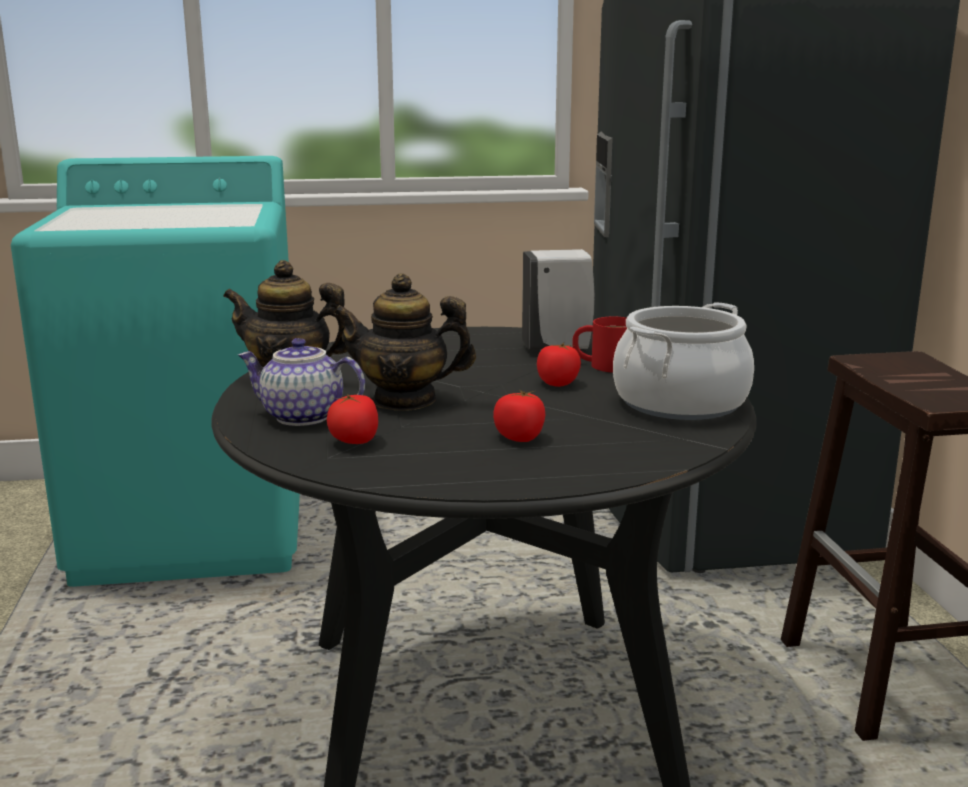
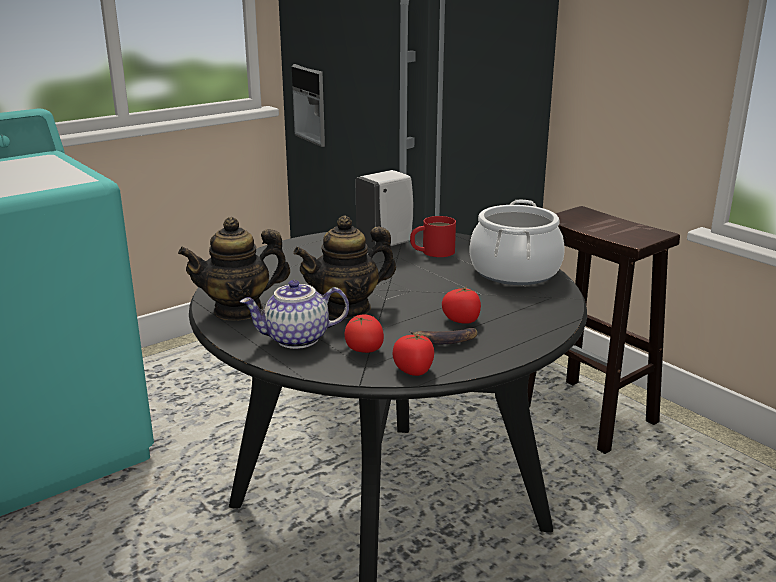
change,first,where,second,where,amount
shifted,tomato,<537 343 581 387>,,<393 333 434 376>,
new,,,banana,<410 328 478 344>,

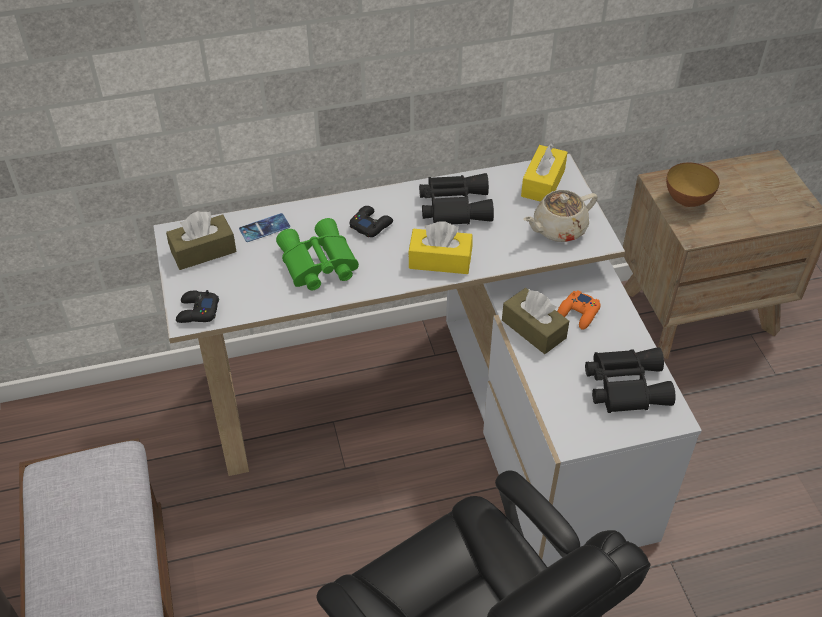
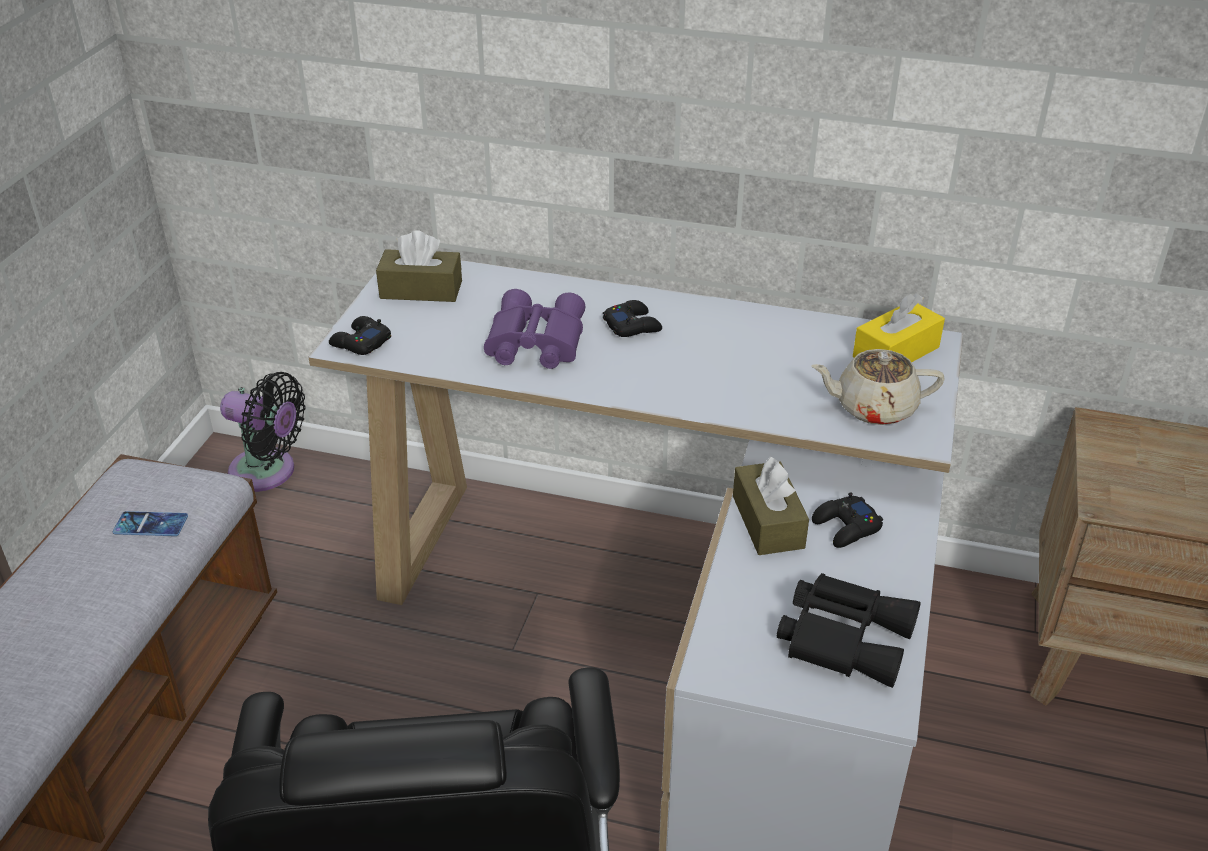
change,first,where,second,where,amount
gone,bowl,<666 162 720 207>,,,
gone,black binoculars,<419 173 494 224>,,,
shifted,phone,<239 213 290 242>,,<113 511 188 536>,
repainted,green binoculars,<276 218 359 290>,purple binoculars,<484 289 585 369>,
gone,yellow tissue box,<408 221 473 274>,,,
repainted,orange game controller,<557 290 601 330>,black game controller,<812 492 883 548>,
new,,,black fan,<220 372 306 492>,

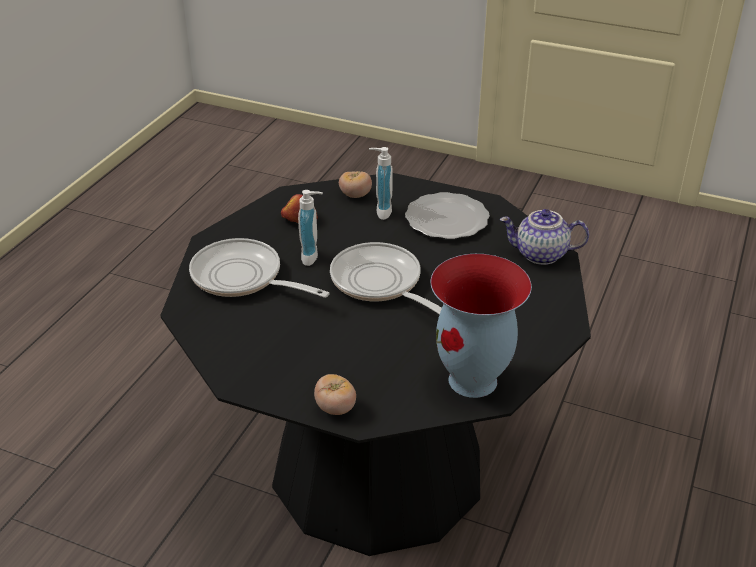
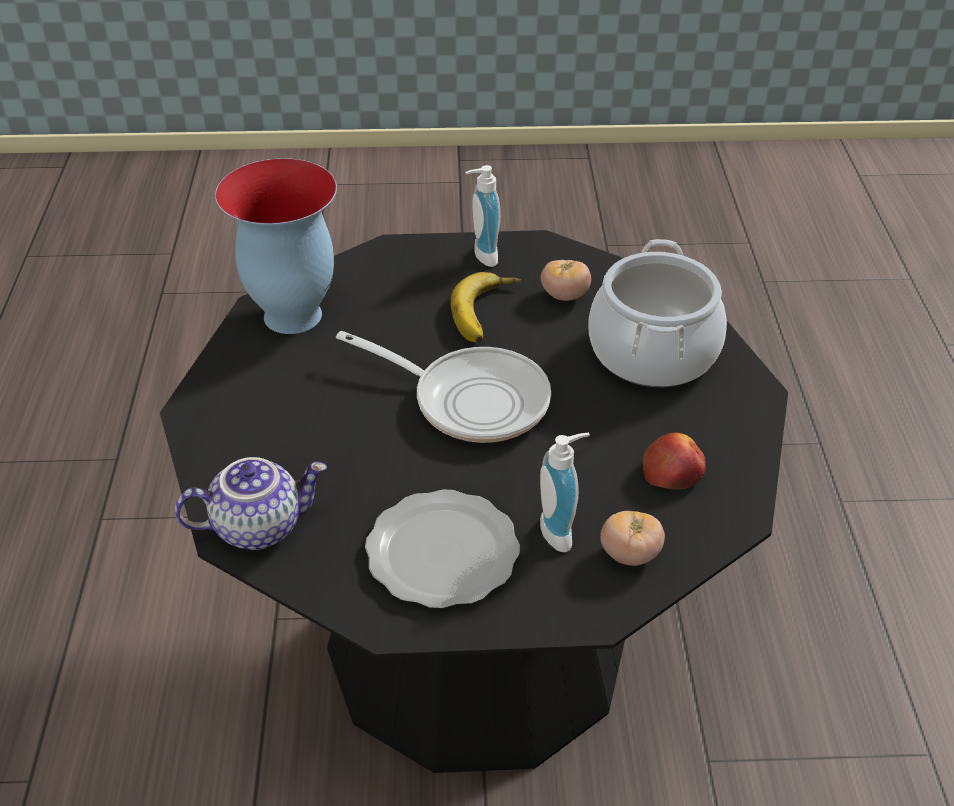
change,first,where,second,where,amount
shifted,soap dispenser,<298 190 323 266>,,<465 165 501 267>,
swapped,frying pan,<189 238 330 298>,cooking pot,<588 239 727 387>,
shifted,tomato,<314 374 356 415>,,<541 260 591 301>,
new,,,banana,<451 272 522 342>,

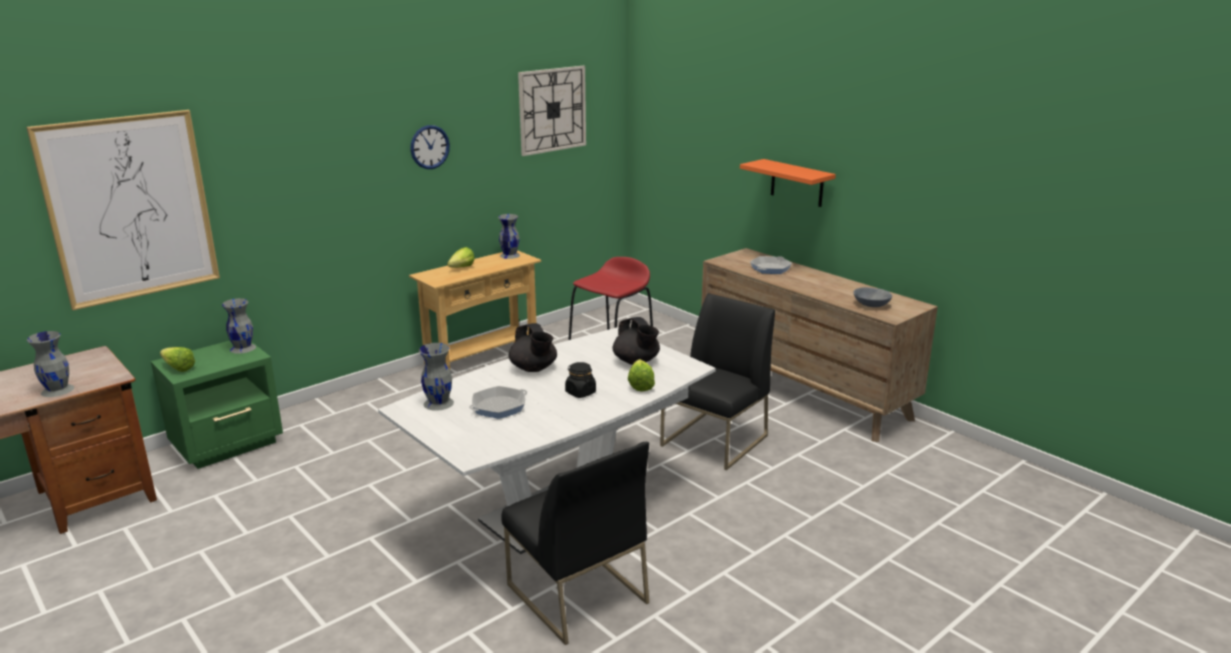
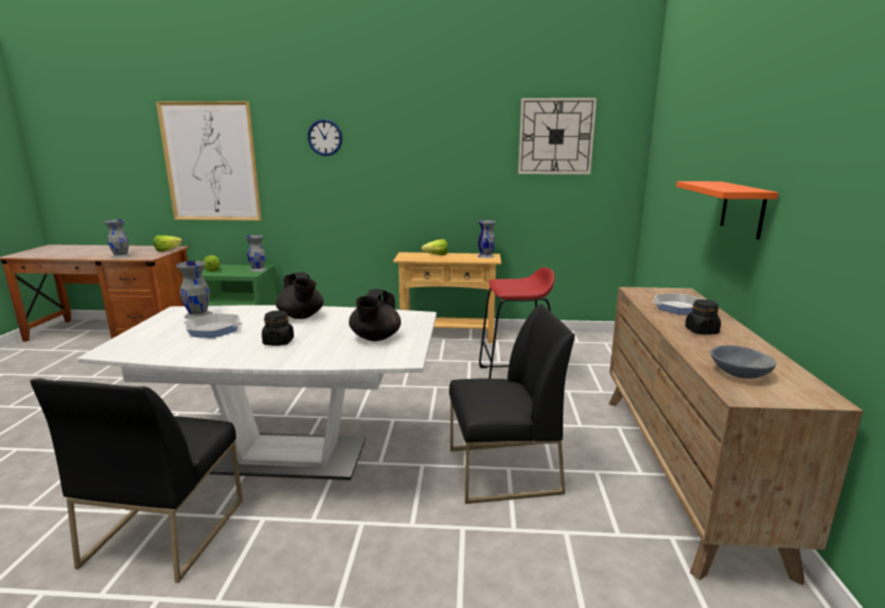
change,first,where,second,where,amount
shifted,wall clock,<410 125 450 169>,,<307 119 342 156>,
rotated,black teapot,<509 323 557 372>,,<276 272 324 319>,45 degrees counterclockwise
shifted,lettuce,<628 359 655 392>,,<153 235 182 252>,
new,,,black jar,<685 299 721 335>,

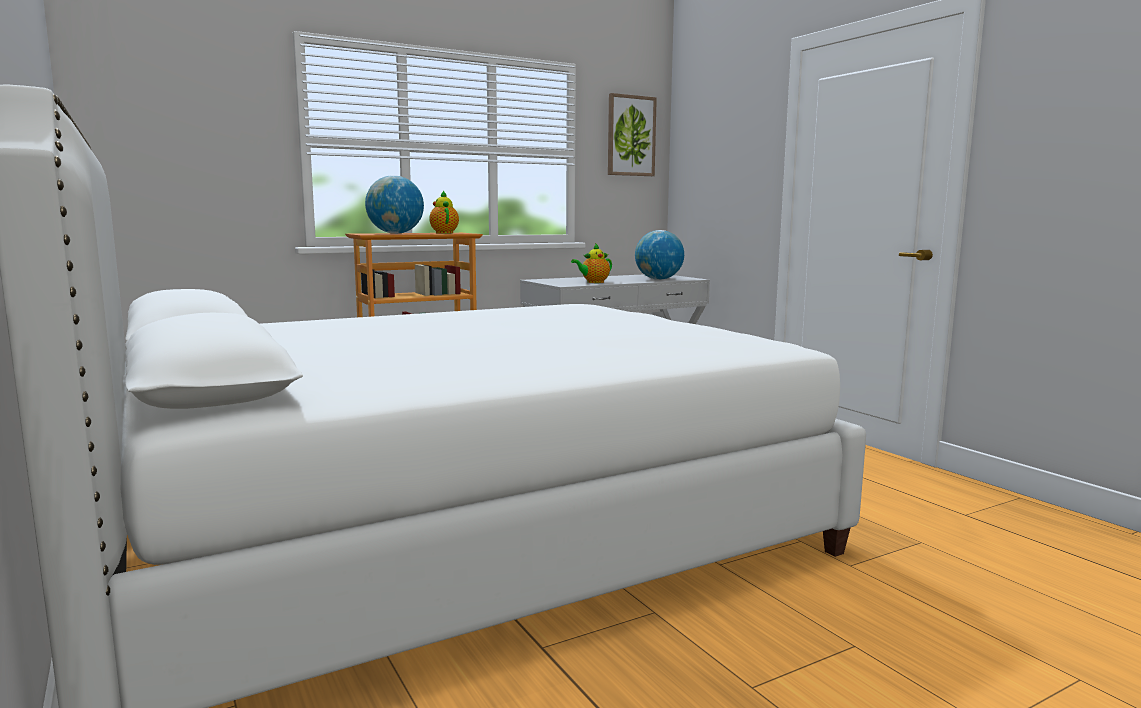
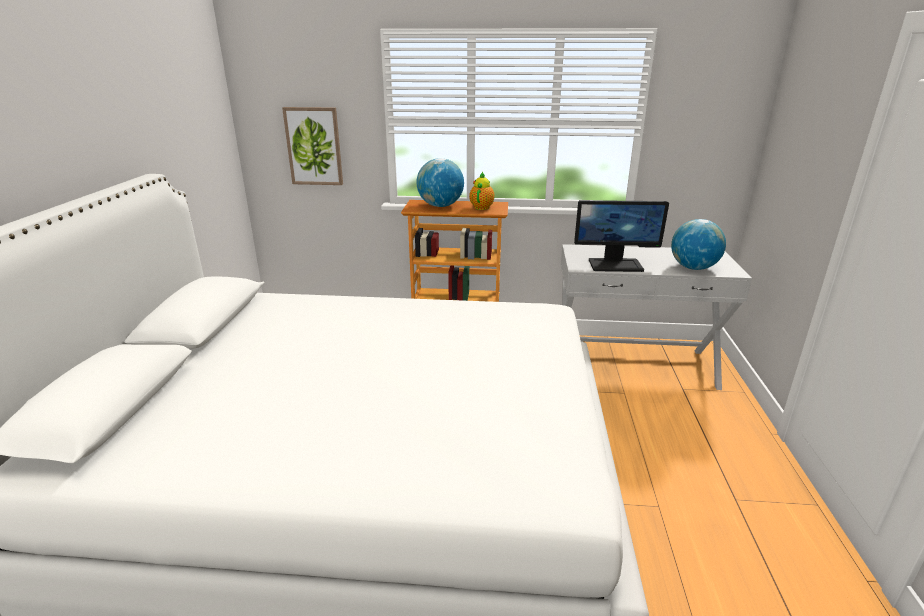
change,first,where,second,where,amount
shifted,picture,<608 93 657 176>,,<282 107 343 185>,
swapped,teapot,<571 243 612 283>,monitor,<574 200 669 272>,

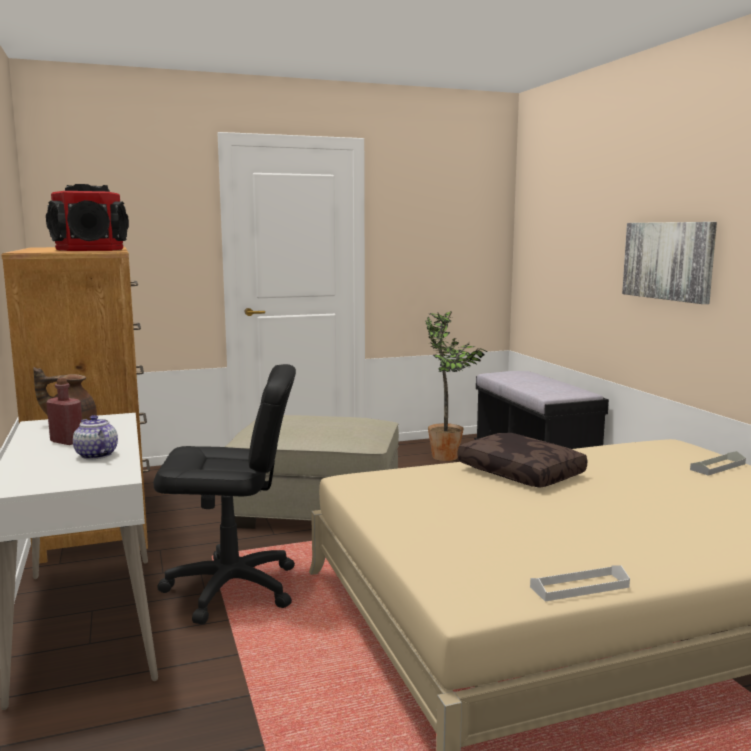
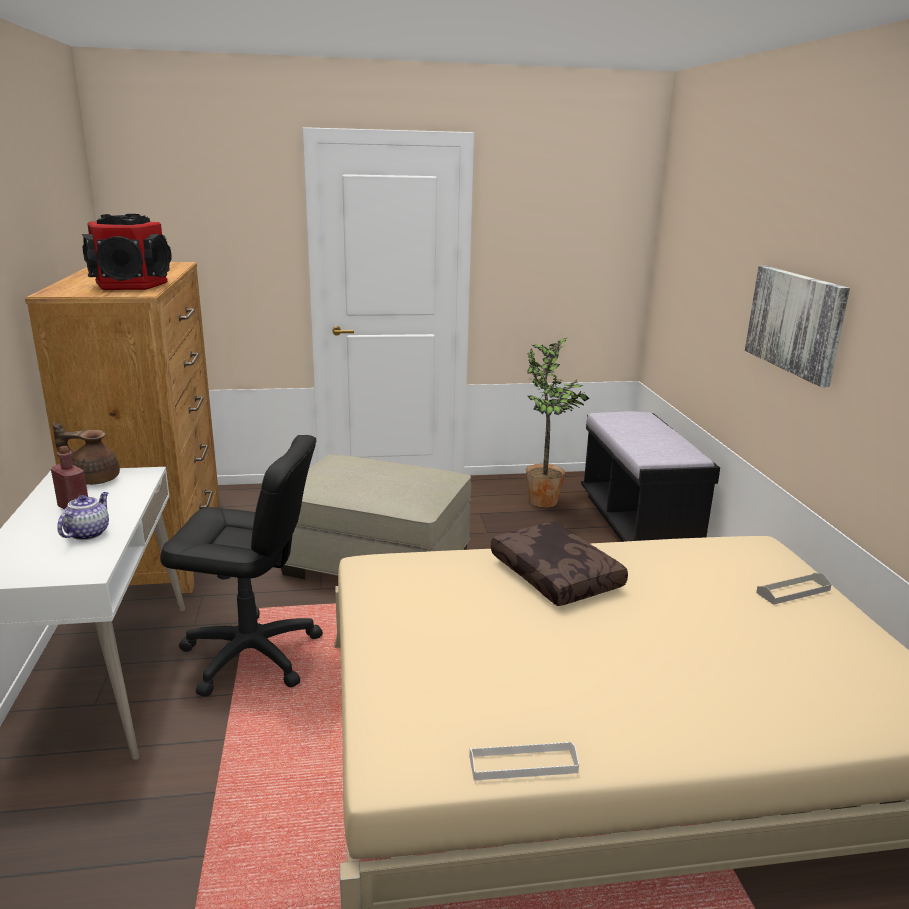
change,first,where,second,where,amount
rotated,teapot,<73 415 118 460>,,<57 492 109 540>,45 degrees clockwise

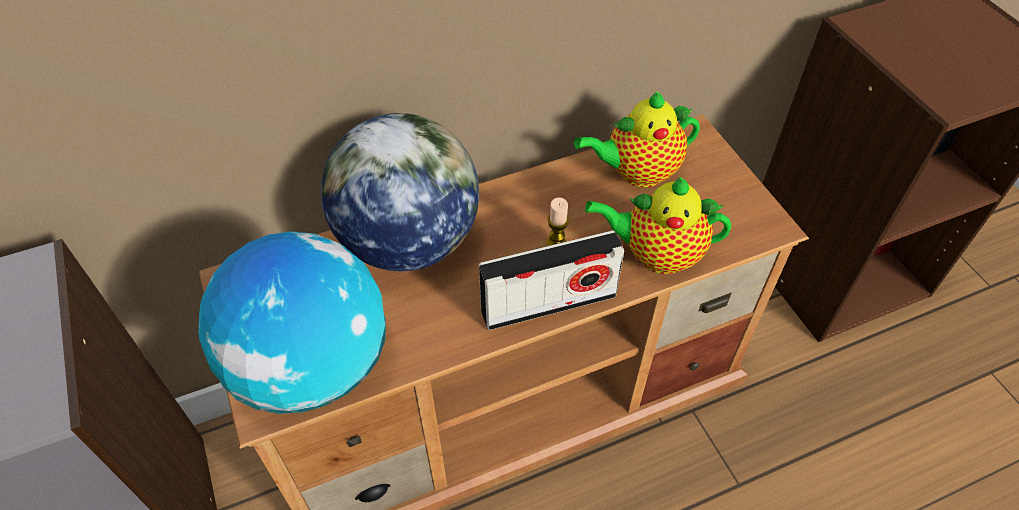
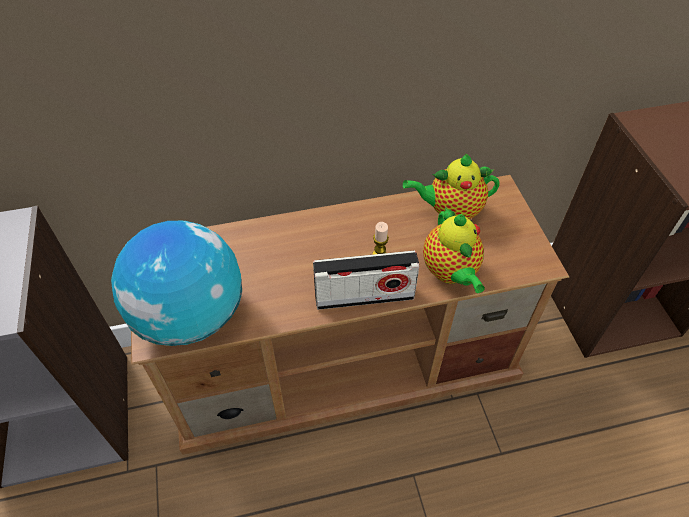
change,first,where,second,where,amount
gone,globe,<321 113 479 271>,,,
rotated,teapot,<585 176 731 274>,,<423 206 485 293>,120 degrees counterclockwise

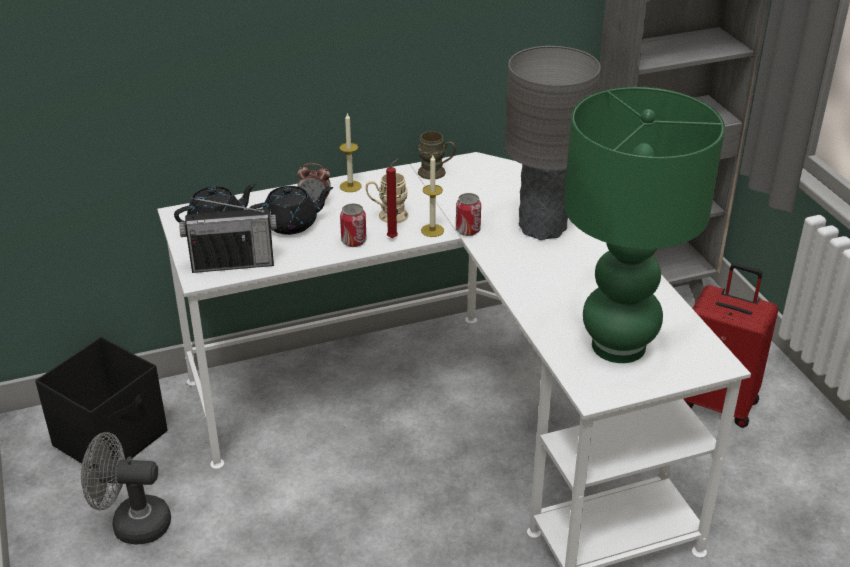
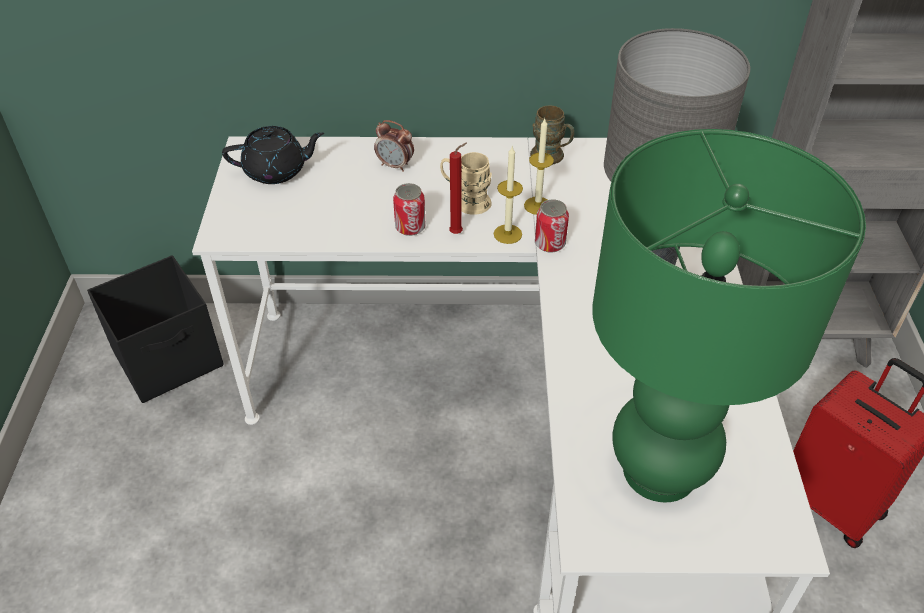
change,first,where,second,where,amount
shifted,candle,<339 113 362 192>,,<524 119 554 215>,
gone,black teapot,<249 186 333 235>,,,
gone,radio,<179 197 277 273>,,,
gone,grey fan,<81 432 171 544>,,,

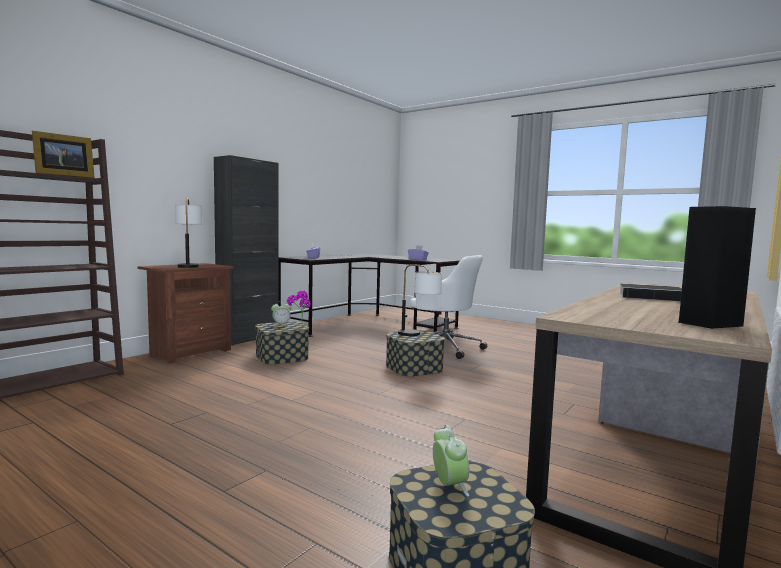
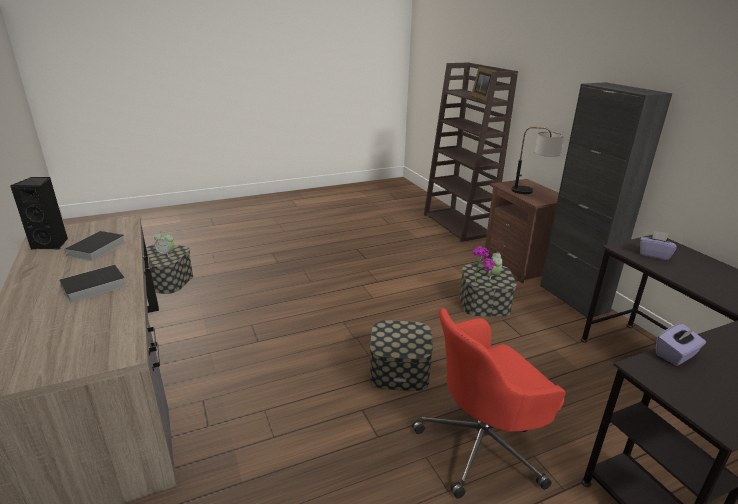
change,first,where,second,where,amount
repainted,white office chair,<410 255 487 359>,red office chair,<412 308 566 499>,
gone,table lamp,<398 264 442 336>,,,
new,,,book,<61 231 126 261>,

